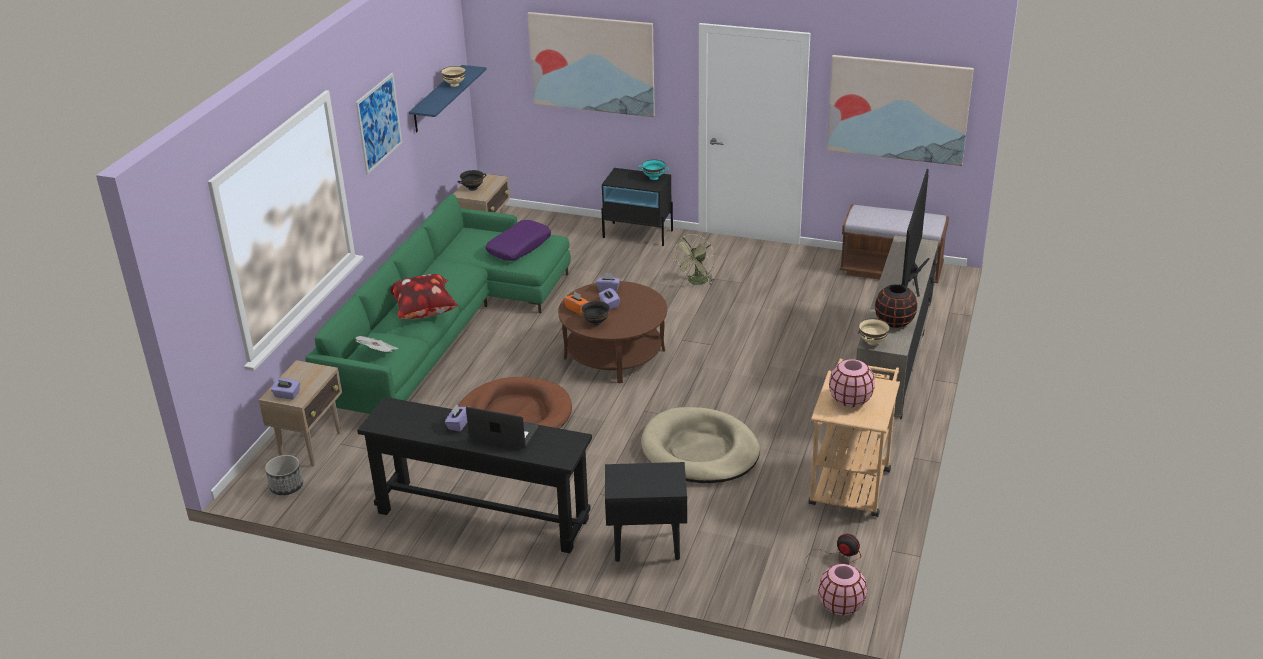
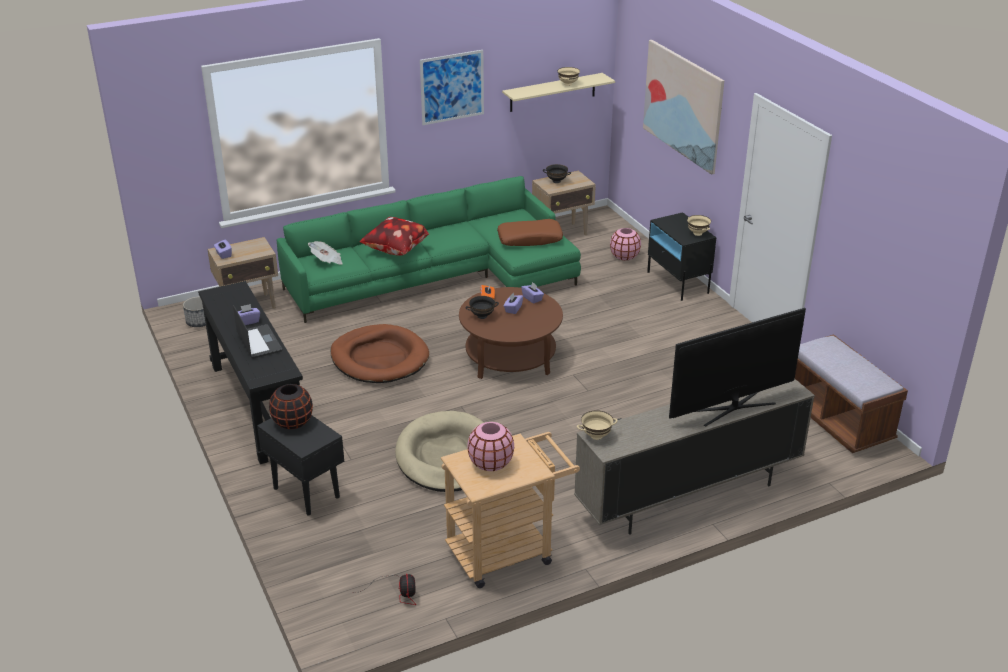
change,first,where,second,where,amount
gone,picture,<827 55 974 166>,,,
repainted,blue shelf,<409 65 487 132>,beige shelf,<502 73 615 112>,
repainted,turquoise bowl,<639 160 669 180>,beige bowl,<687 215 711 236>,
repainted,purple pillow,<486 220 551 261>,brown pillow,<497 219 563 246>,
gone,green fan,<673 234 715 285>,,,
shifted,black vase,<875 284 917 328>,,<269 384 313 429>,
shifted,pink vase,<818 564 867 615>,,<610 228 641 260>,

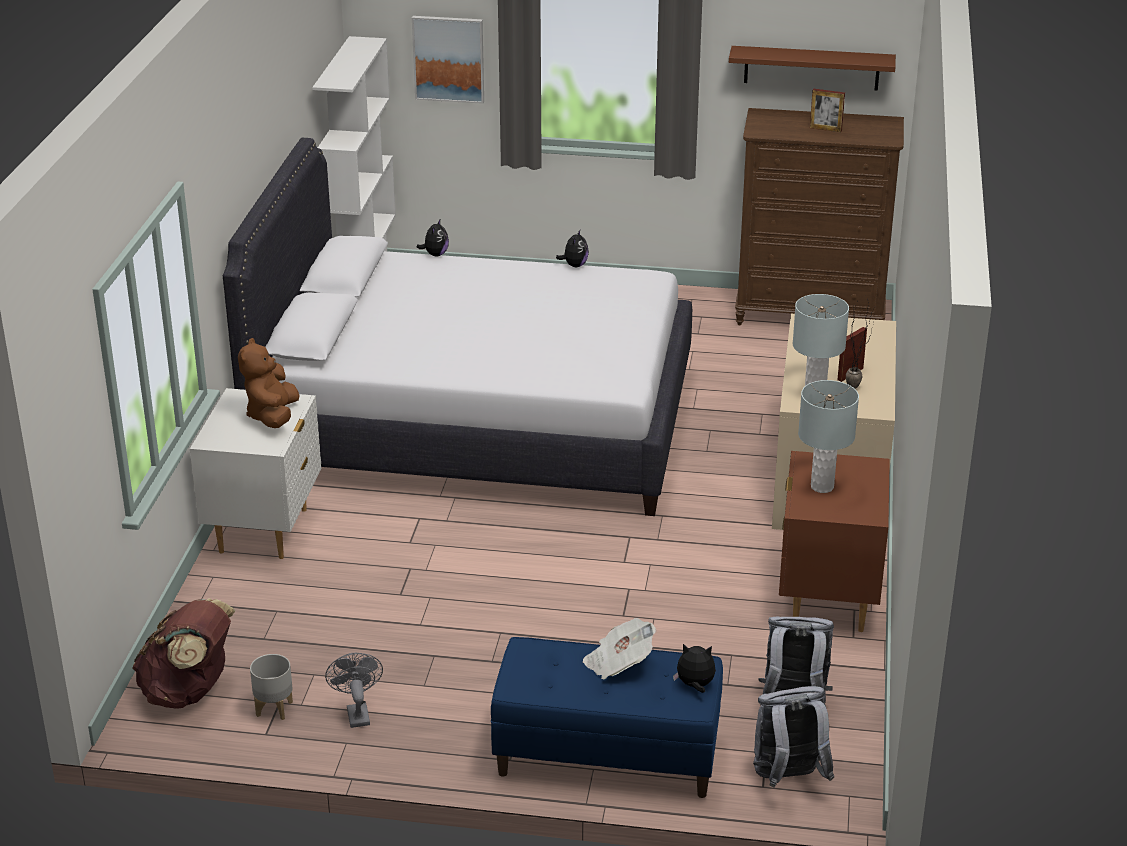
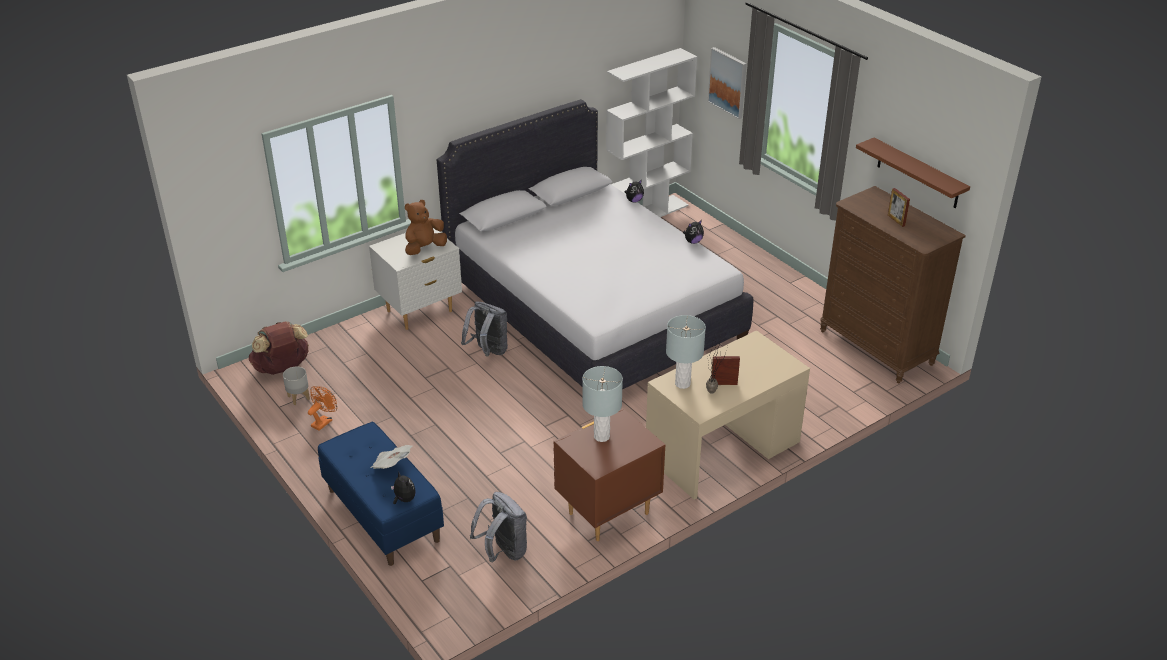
change,first,where,second,where,amount
repainted,grey fan,<325 653 383 728>,orange fan,<308 386 337 431>,
shifted,grey backpack,<753 686 834 788>,,<461 301 508 356>,

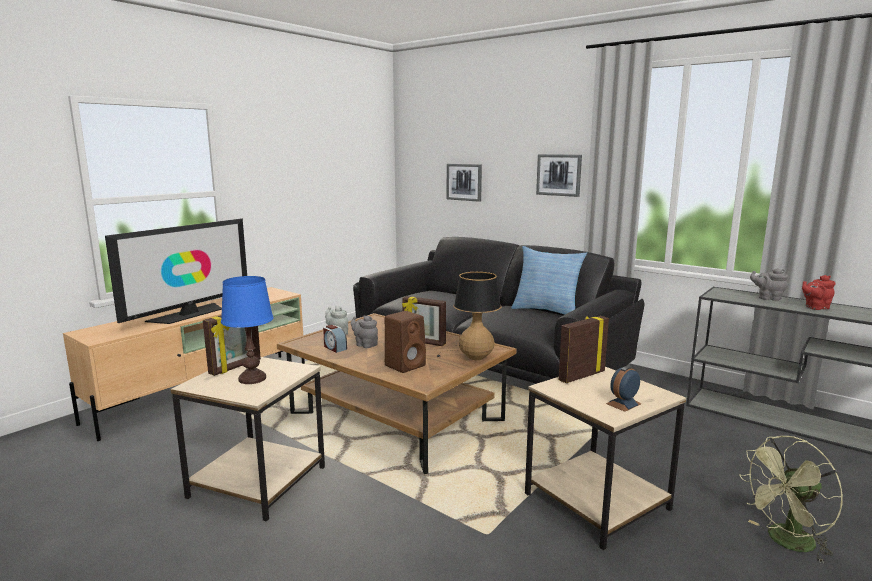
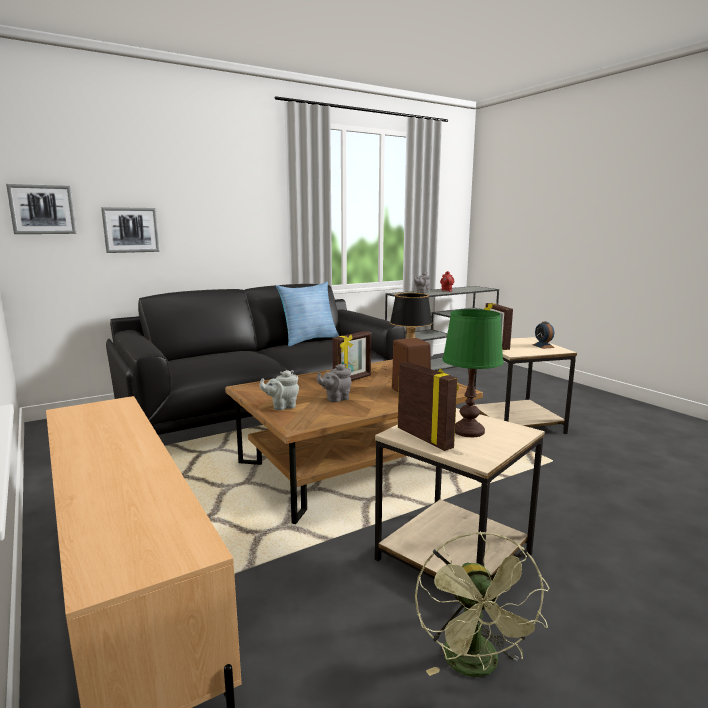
change,first,where,second,where,amount
shifted,picture,<536 154 582 197>,,<6 184 76 234>,
gone,television,<105 218 247 324>,,,
repainted,blue table lamp,<221 276 273 384>,green table lamp,<442 309 504 437>,
gone,alarm clock,<323 325 347 353>,,,
shifted,green fan,<739 436 843 564>,,<415 531 550 677>,

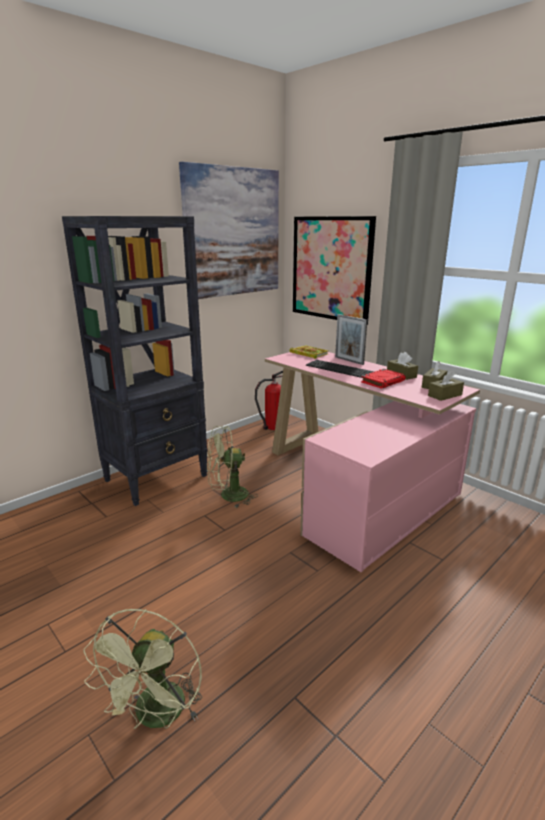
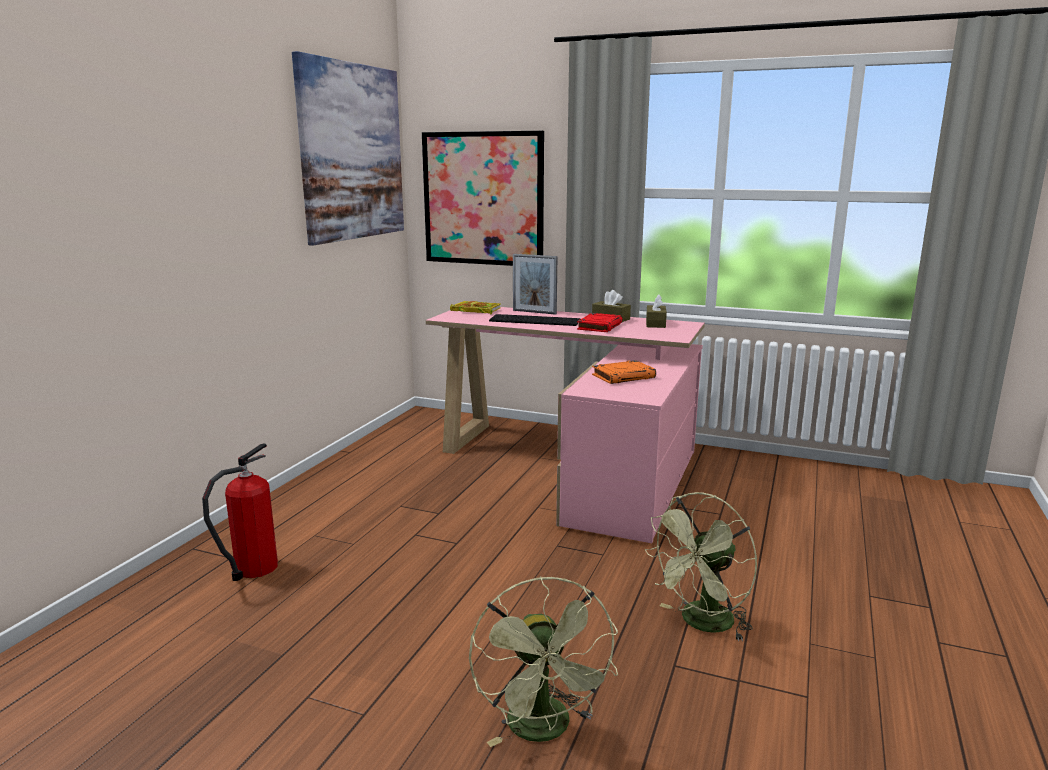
change,first,where,second,where,amount
gone,black bookcase,<62 216 208 506>,,,
gone,brown tissue box,<428 370 464 401>,,,
shifted,fire extinguisher,<255 371 283 430>,,<202 443 278 581>,
shifted,green fan,<207 426 258 508>,,<645 492 757 642>,
new,,,orange book,<592 360 656 384>,

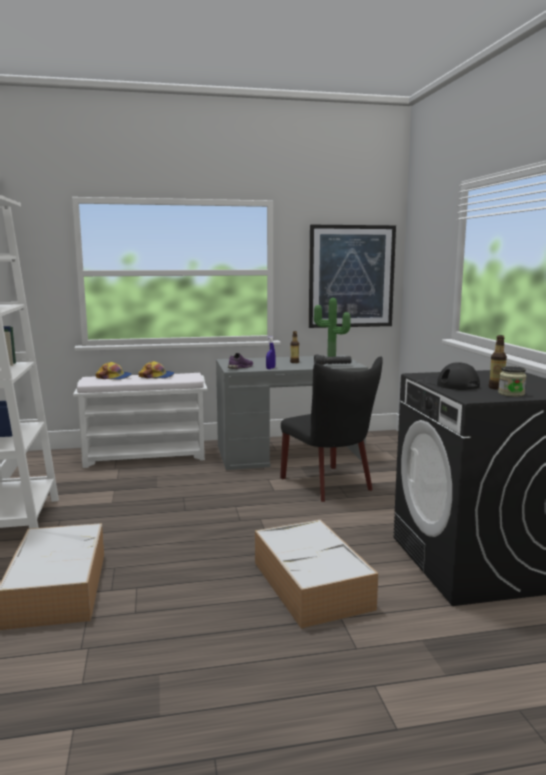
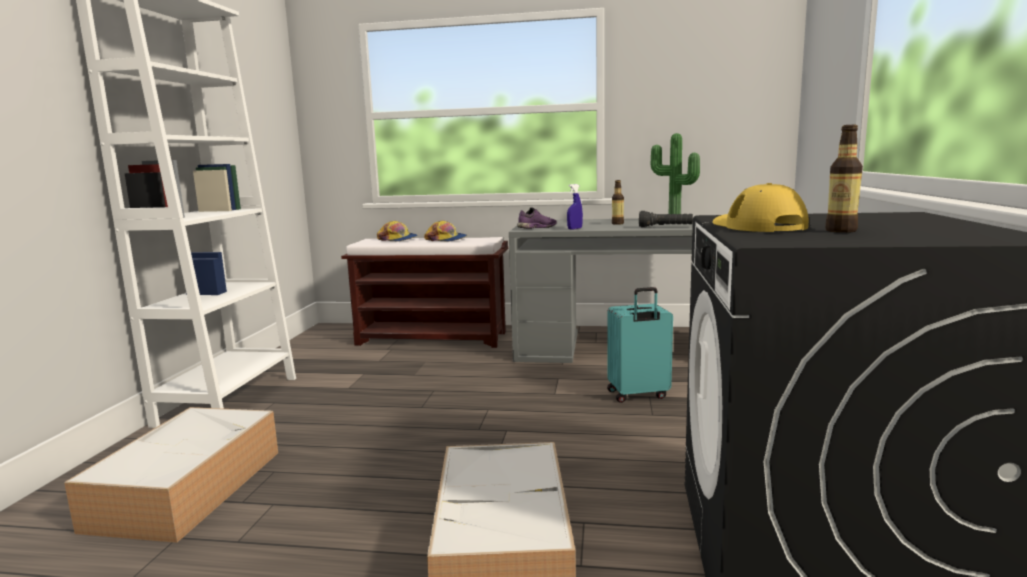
change,first,where,second,where,amount
gone,picture,<309 225 396 328>,,,
swapped,black chair,<280 356 383 502>,turquoise suitcase,<607 287 673 403>,
repainted,black cap,<425 362 480 390>,yellow cap,<712 183 809 232>,
gone,jar,<498 366 526 397>,,,
repainted,white bench,<73 373 208 468>,brown bench,<341 237 508 348>,

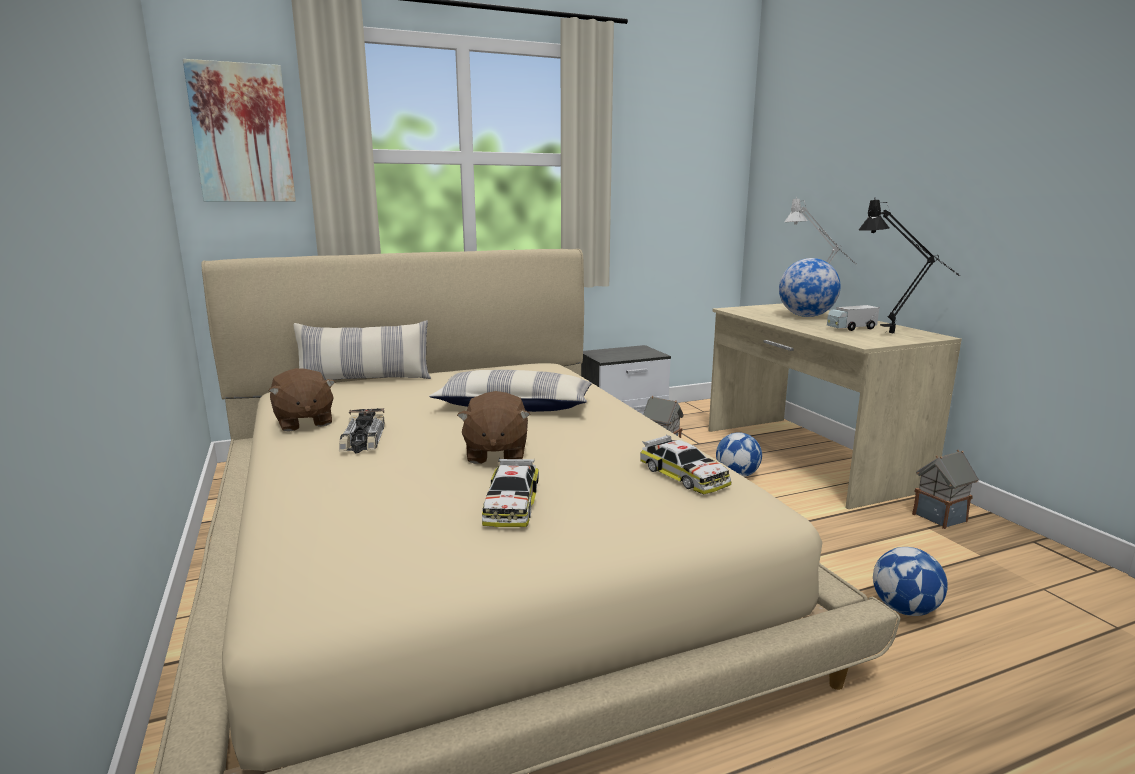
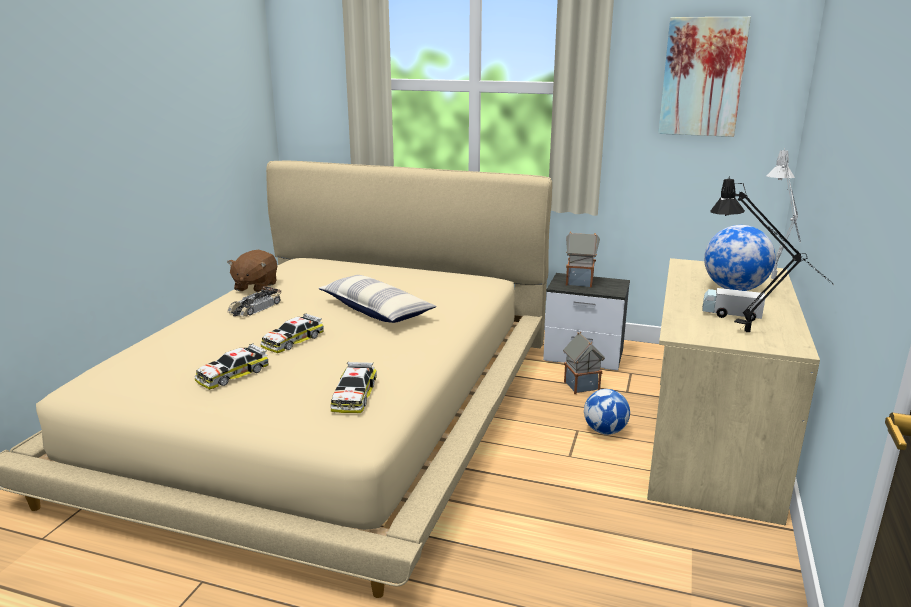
change,first,where,second,where,amount
shifted,picture,<183 59 296 202>,,<658 17 751 137>,
gone,pillow,<294 320 431 380>,,,
swapped,brown plush toy,<457 391 531 464>,toy car,<260 313 324 353>,
shifted,toy house,<912 450 979 529>,,<566 231 600 288>,
gone,football,<873 547 948 616>,,,

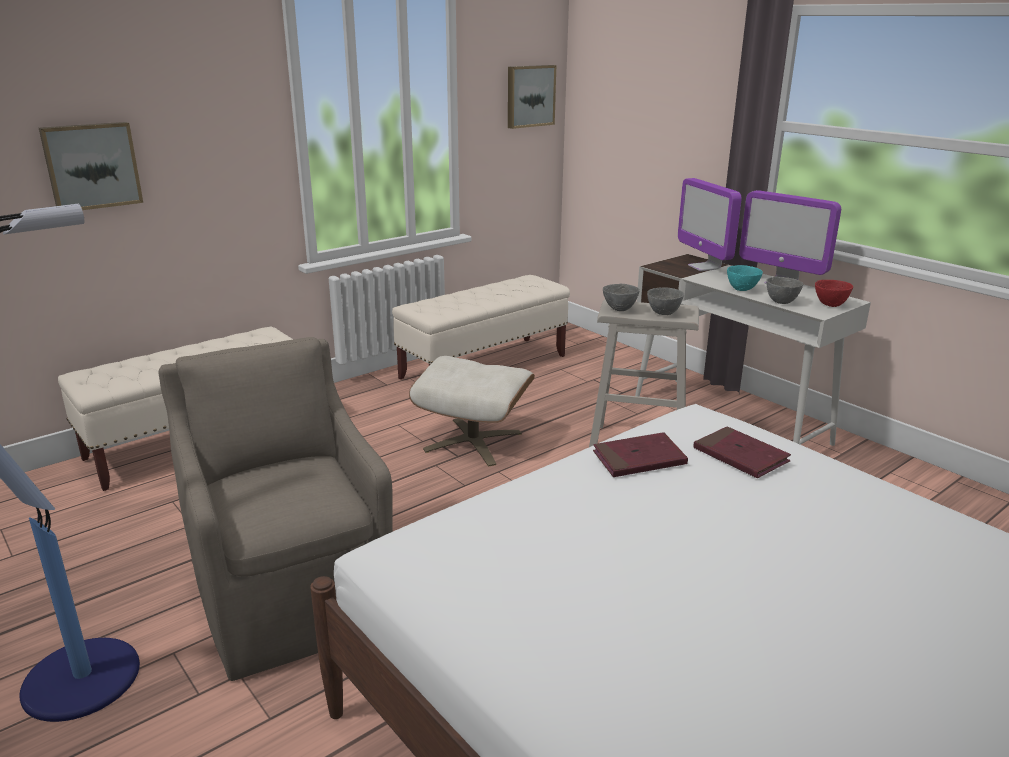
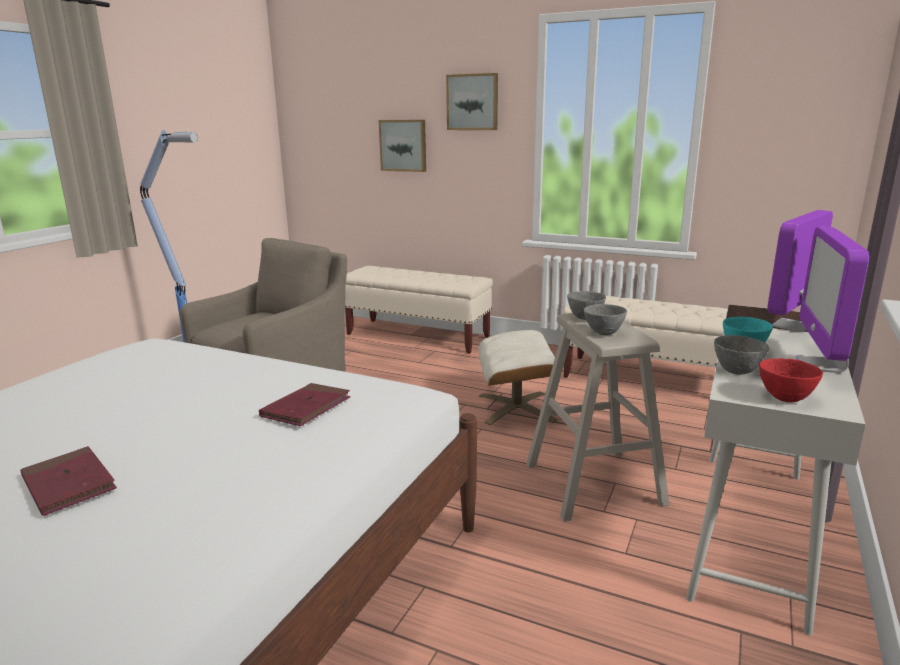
change,first,where,second,where,amount
shifted,picture,<508 65 556 129>,,<446 73 498 130>,
shifted,red book,<593 432 688 477>,,<20 446 117 516>,

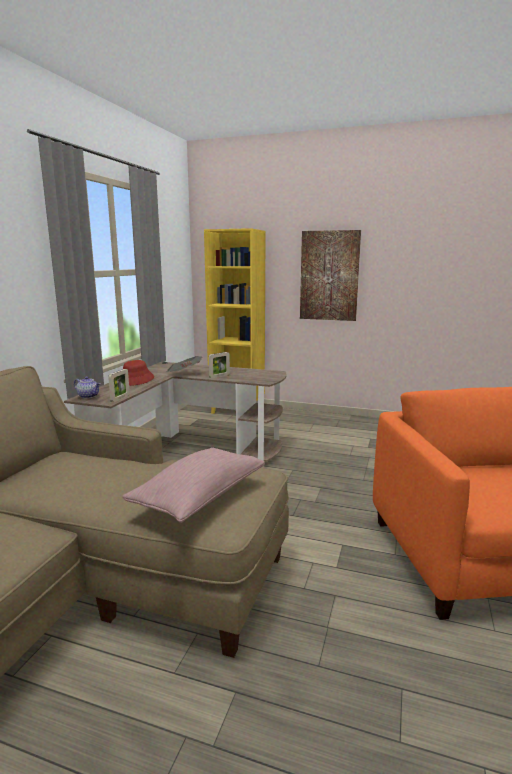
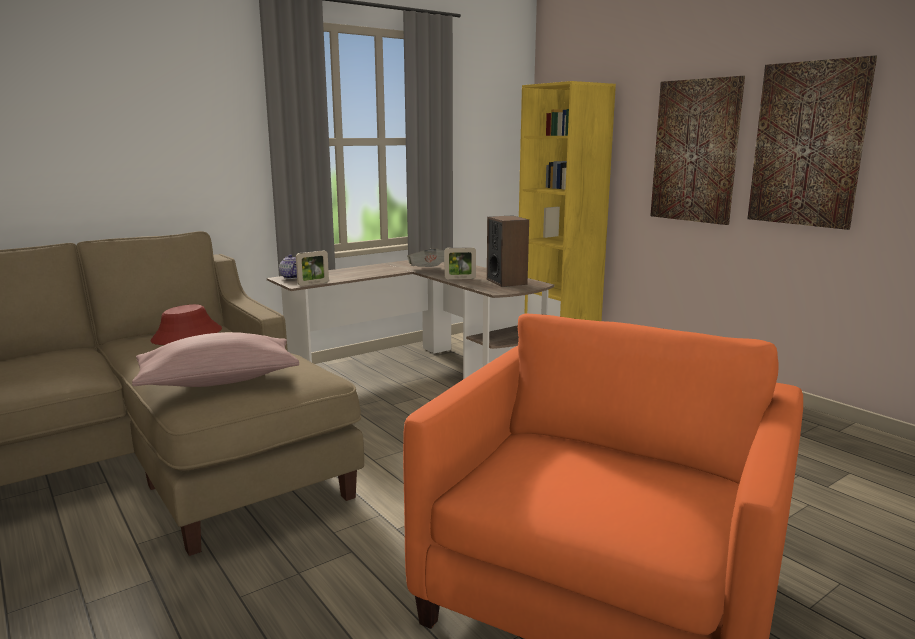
change,first,where,second,where,amount
shifted,red hat,<123 360 154 386>,,<151 304 222 345>,
new,,,picture,<747 55 877 230>,
new,,,speaker,<487 216 529 287>,

